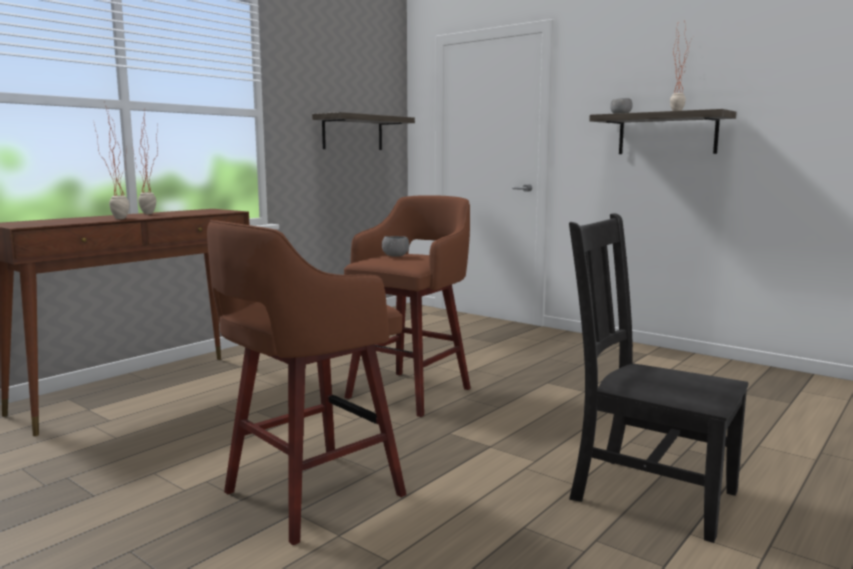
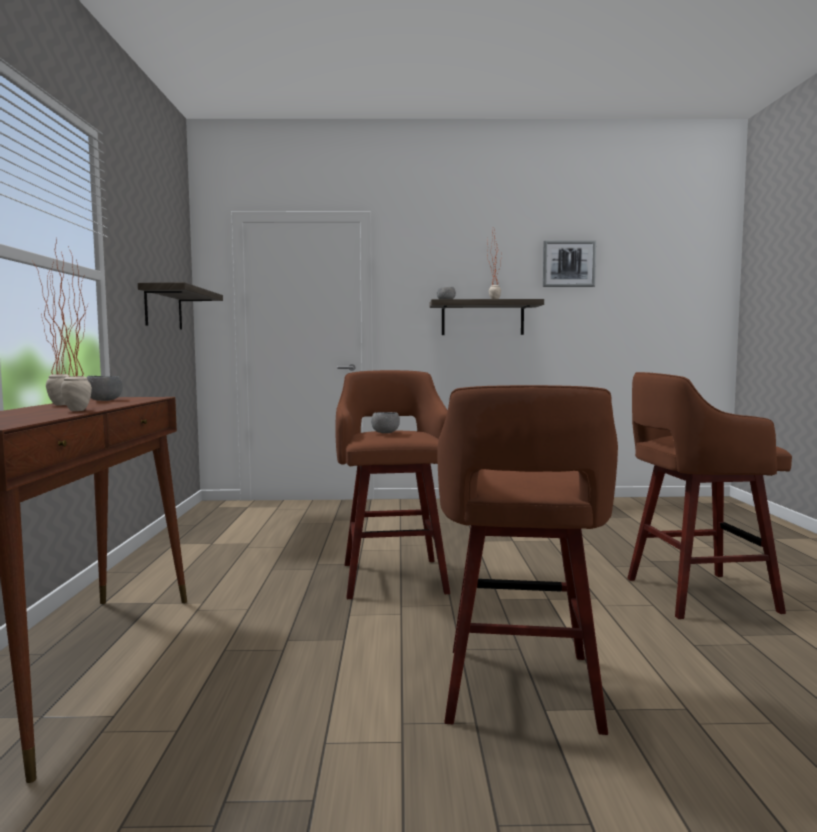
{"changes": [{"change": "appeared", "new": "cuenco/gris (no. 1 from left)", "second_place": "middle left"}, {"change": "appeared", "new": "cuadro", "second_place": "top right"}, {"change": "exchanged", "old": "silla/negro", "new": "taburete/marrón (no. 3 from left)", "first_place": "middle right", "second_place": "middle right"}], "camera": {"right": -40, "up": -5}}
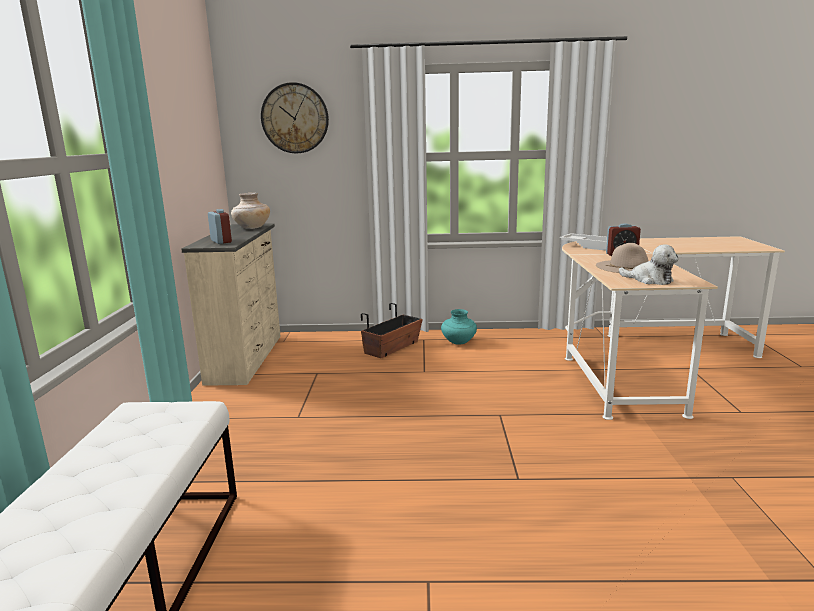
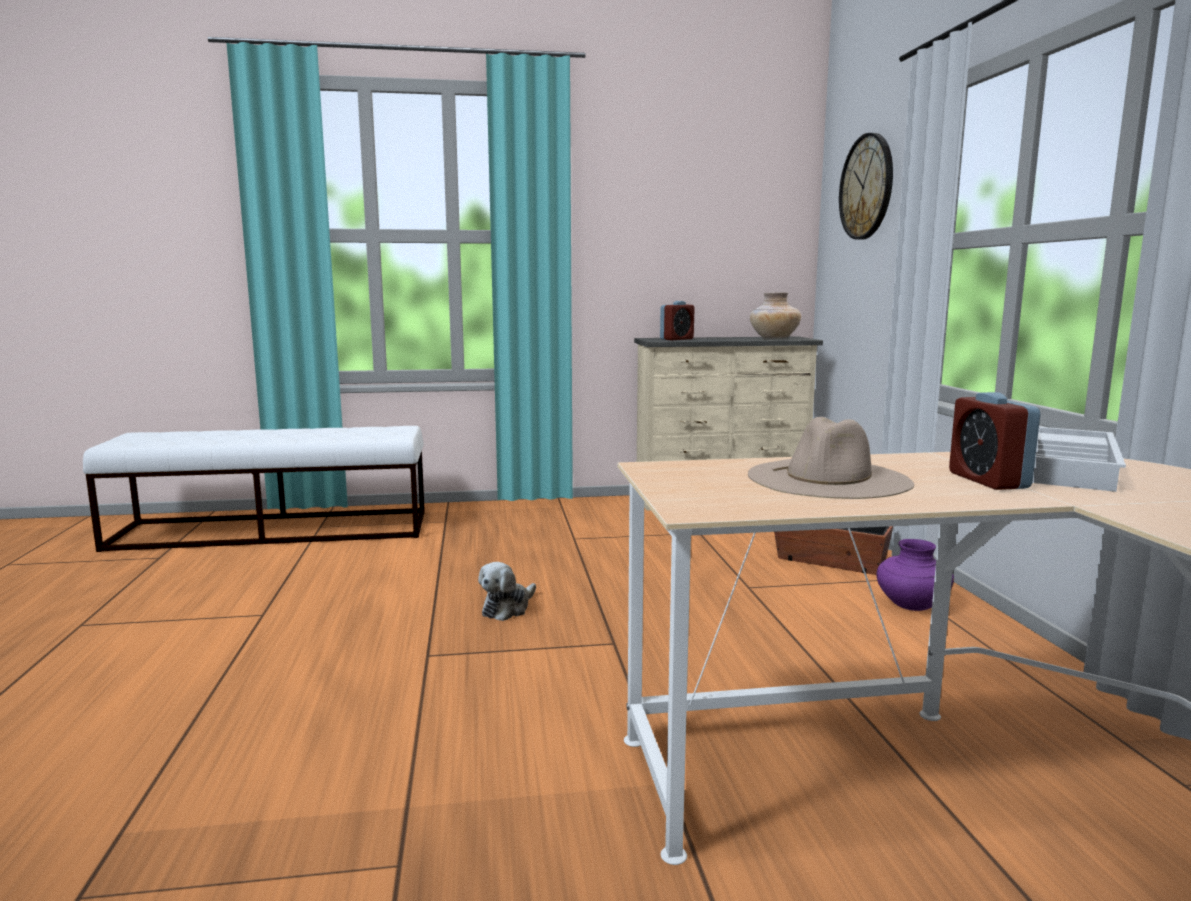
{"changes": [{"change": "relocated", "old": "peluche", "first_place": "middle right", "second_place": "centre"}, {"change": "colour", "old": "florero/turquesa", "new": "florero/morado", "first_place": "centre", "second_place": "middle right"}], "camera": {"right": 80, "up": -5}}
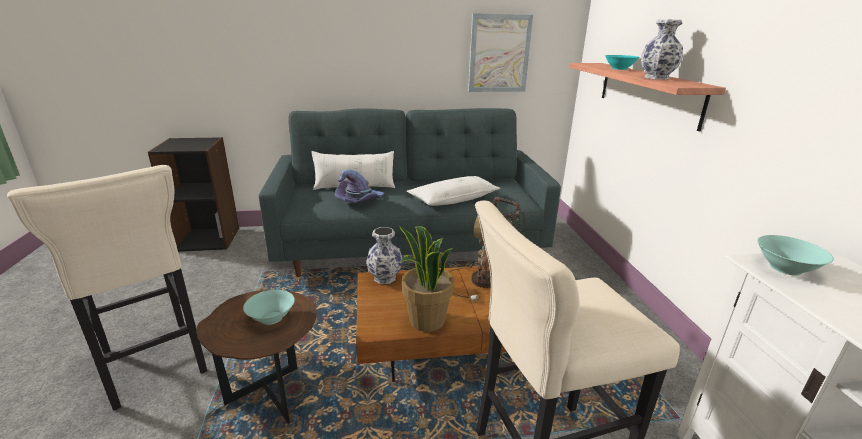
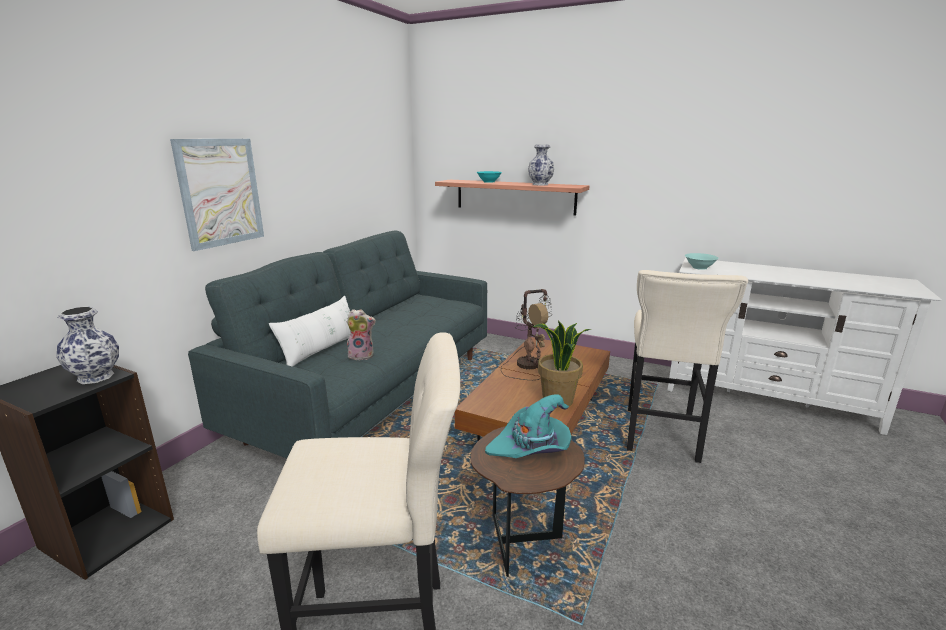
{"changes": [{"change": "relocated", "old": "florero (no. 1 from left)", "first_place": "centre", "second_place": "middle left"}, {"change": "relocated", "old": "cuadro", "first_place": "top centre", "second_place": "top left"}, {"change": "exchanged", "old": "sombrero/morado", "new": "peluche", "first_place": "centre", "second_place": "centre"}, {"change": "exchanged", "old": "cuenco/turquesa (no. 1 from left)", "new": "sombrero/turquesa", "first_place": "bottom left", "second_place": "bottom centre"}, {"change": "missing", "old": "cojín/blanco (no. 2 from left)", "first_place": "centre"}], "camera": {"right": -55, "up": -5}}
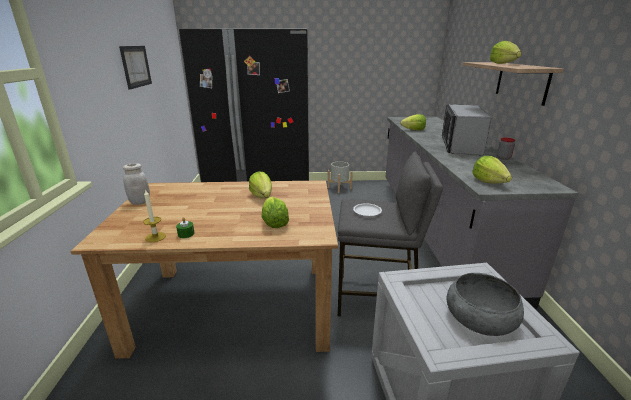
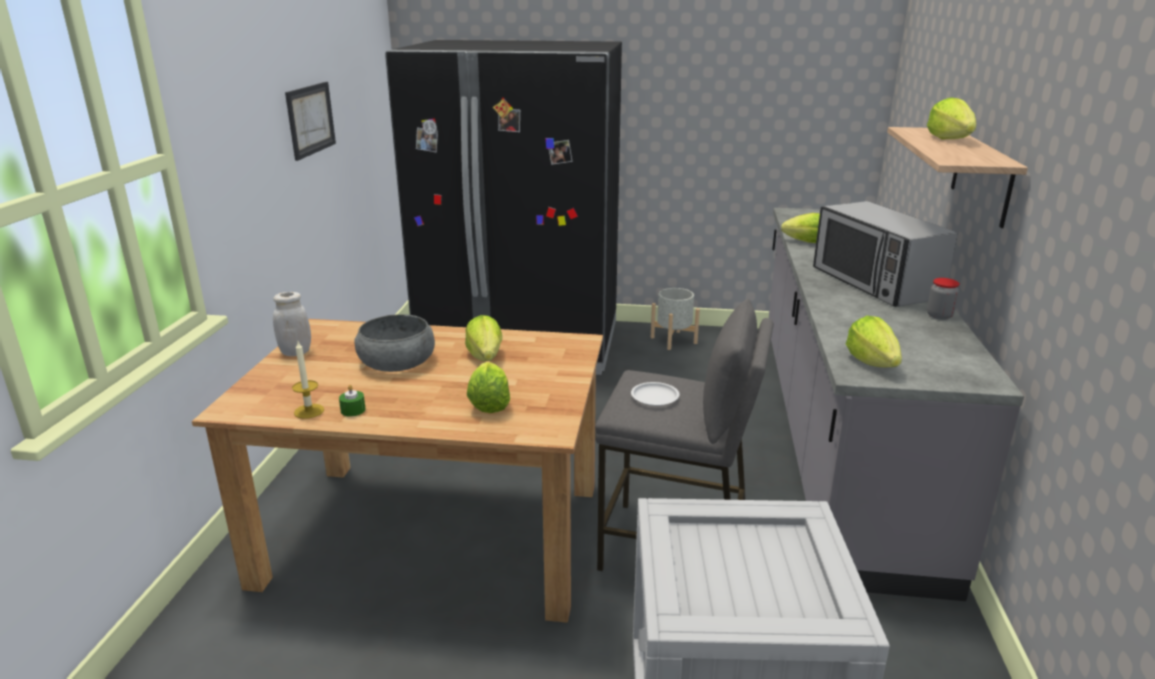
{"changes": [{"change": "relocated", "old": "cuenco/gris", "first_place": "bottom right", "second_place": "centre"}, {"change": "spun", "old": "microondas", "first_place": "top right", "second_place": "middle right", "degrees": -45}], "camera": {"right": 10, "up": 0}}
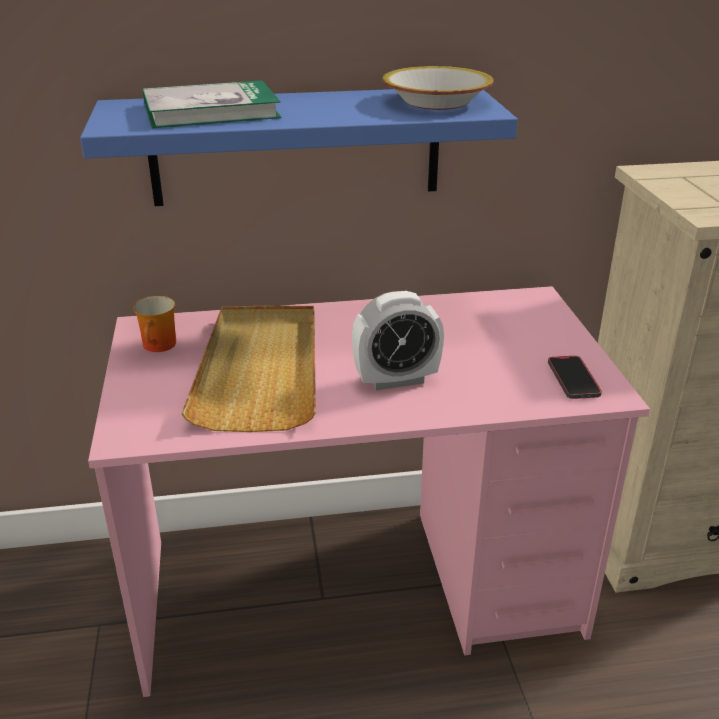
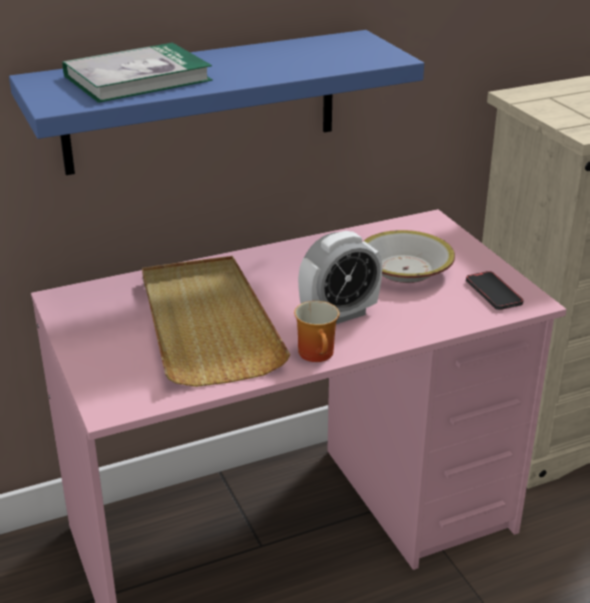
{"changes": [{"change": "relocated", "old": "taza grande", "first_place": "middle left", "second_place": "centre"}, {"change": "relocated", "old": "cuenco", "first_place": "top centre", "second_place": "middle right"}], "camera": {"right": -15, "up": 0}}
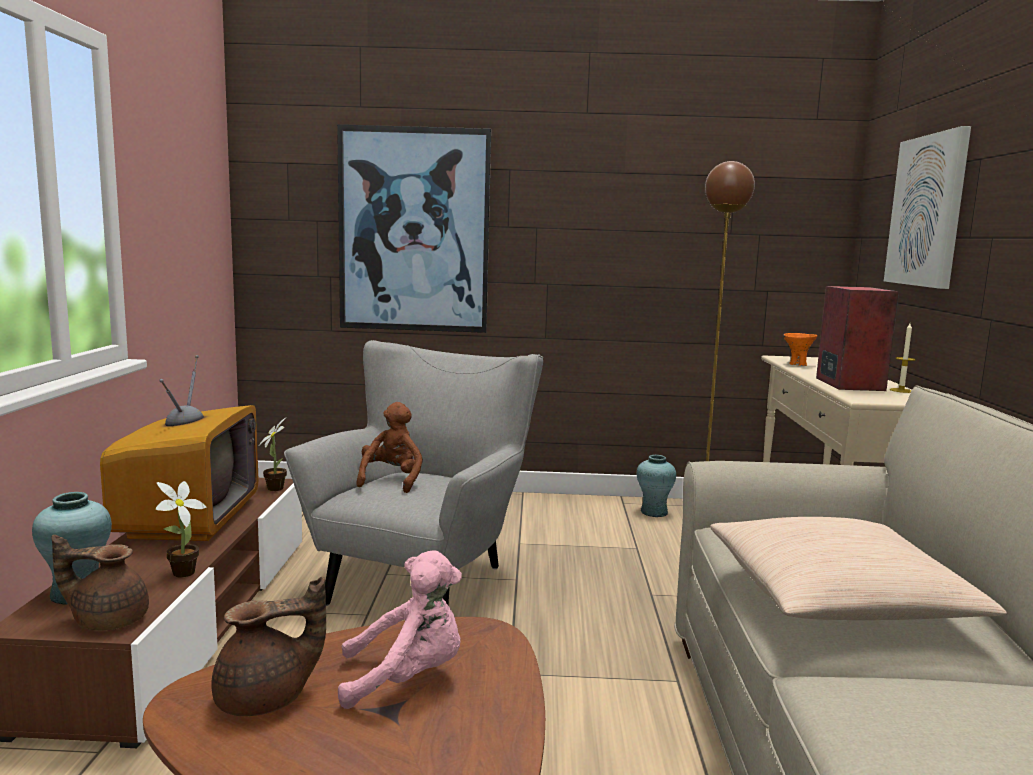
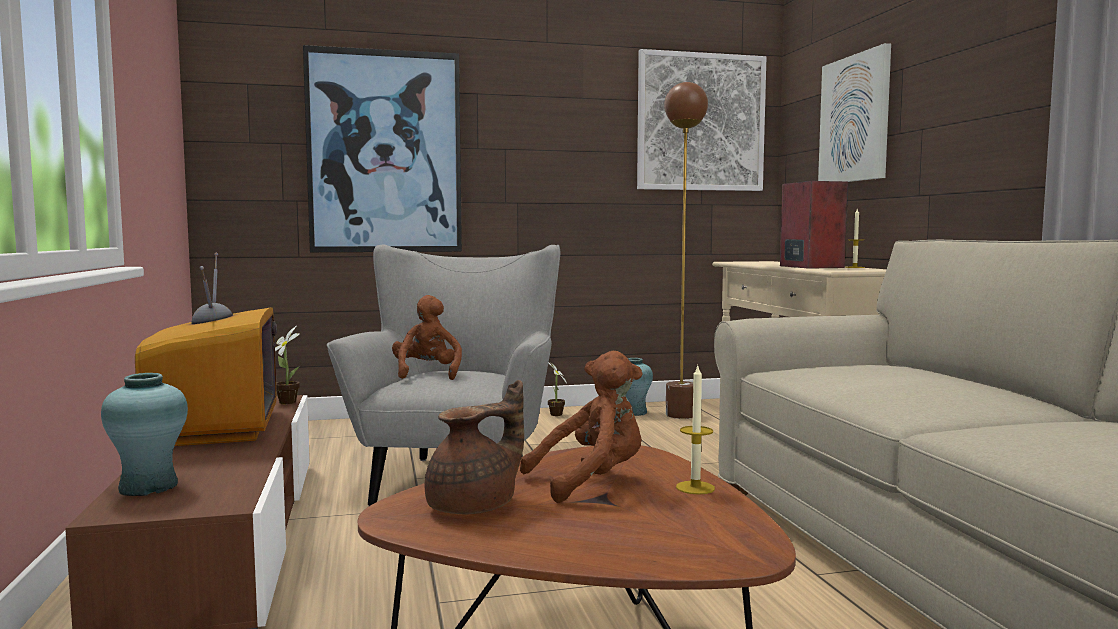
{"changes": [{"change": "colour", "old": "peluche/rosa", "new": "peluche/marrón (no. 2 from left)", "first_place": "bottom centre", "second_place": "bottom centre"}, {"change": "relocated", "old": "planta en maceta (no. 1 from left in the first image)", "new": "planta en maceta (no. 2 from left)", "first_place": "bottom left", "second_place": "centre"}, {"change": "appeared", "new": "cuadro (no. 2 from left)", "second_place": "top centre"}, {"change": "appeared", "new": "vela (no. 1 from left)", "second_place": "bottom centre"}, {"change": "missing", "old": "tetera/marrón (no. 1 from left)", "first_place": "bottom left"}, {"change": "missing", "old": "cojín/beis", "first_place": "bottom right"}, {"change": "missing", "old": "cuenco/naranja", "first_place": "middle right"}], "camera": {"right": -15, "up": -5}}
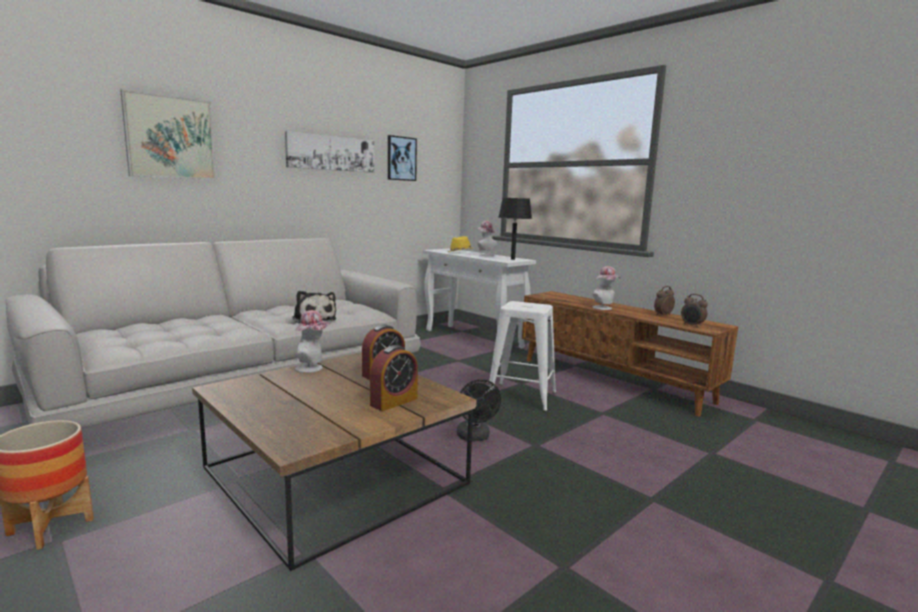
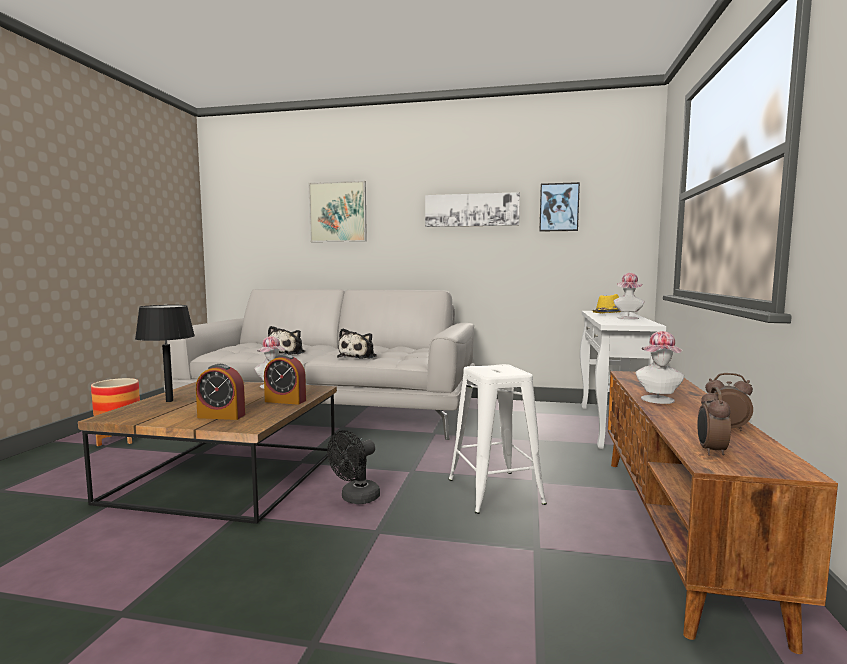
{"changes": [{"change": "relocated", "old": "lámpara de mesa/negro", "first_place": "centre", "second_place": "middle left"}, {"change": "appeared", "new": "peluche (no. 1 from left)", "second_place": "centre"}], "camera": {"right": 55, "up": -5}}
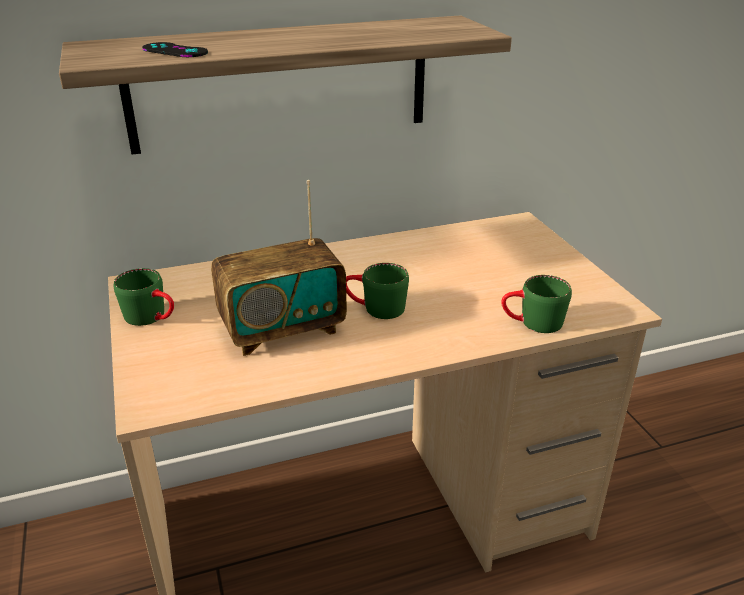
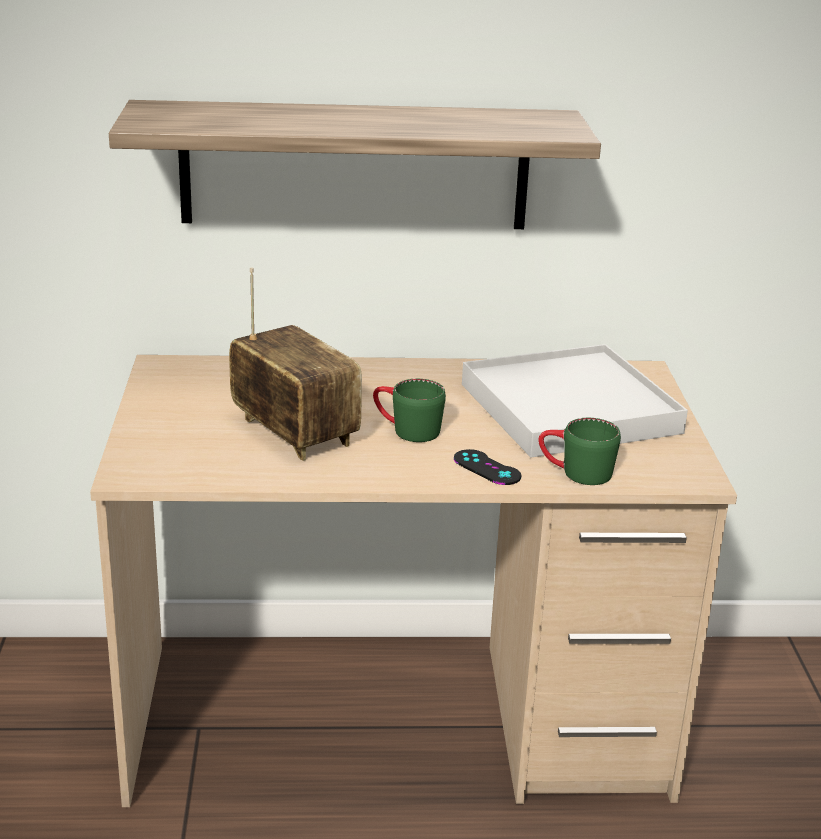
{"changes": [{"change": "spun", "old": "radio", "first_place": "centre", "second_place": "centre", "degrees": -120}, {"change": "relocated", "old": "mando de consola/negro", "first_place": "top left", "second_place": "centre"}, {"change": "appeared", "new": "bandeja/blanco", "second_place": "middle right"}, {"change": "missing", "old": "taza grande/verde (no. 1 from left)", "first_place": "middle left"}], "camera": {"right": 15, "up": -5}}
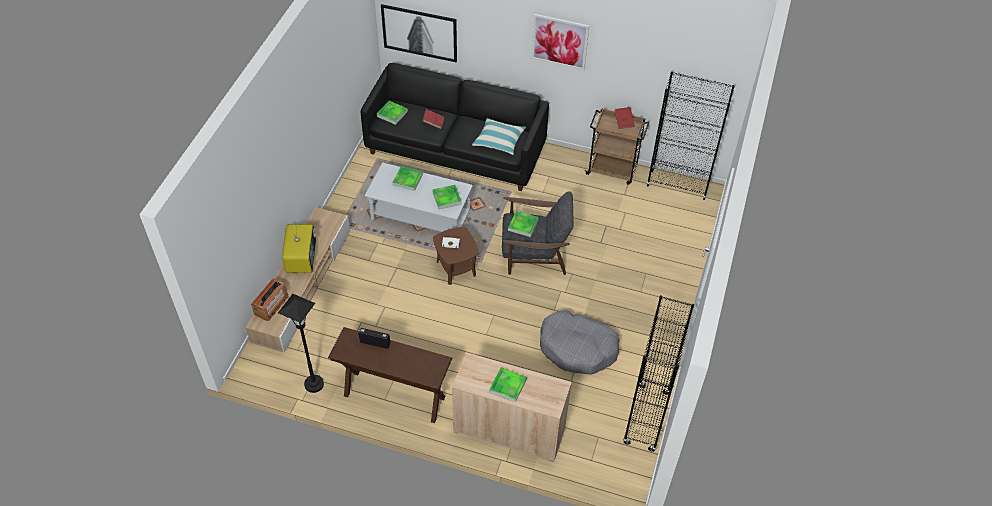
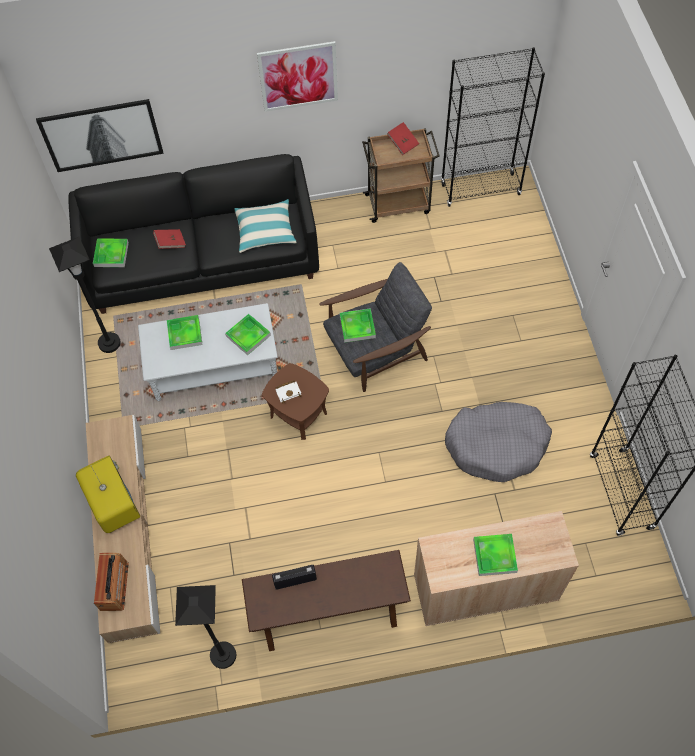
{"changes": [{"change": "appeared", "new": "lámpara de pie/negro (no. 1 from left)", "second_place": "middle left"}], "camera": {"right": -25, "up": 10}}
